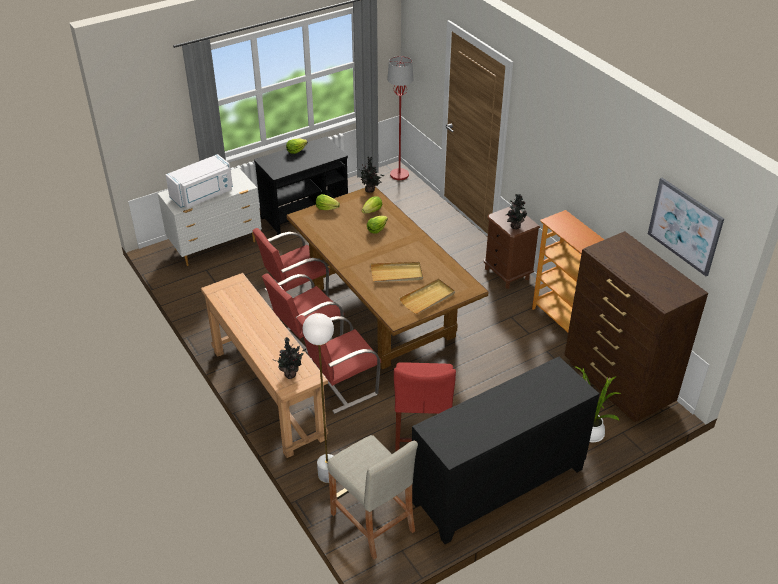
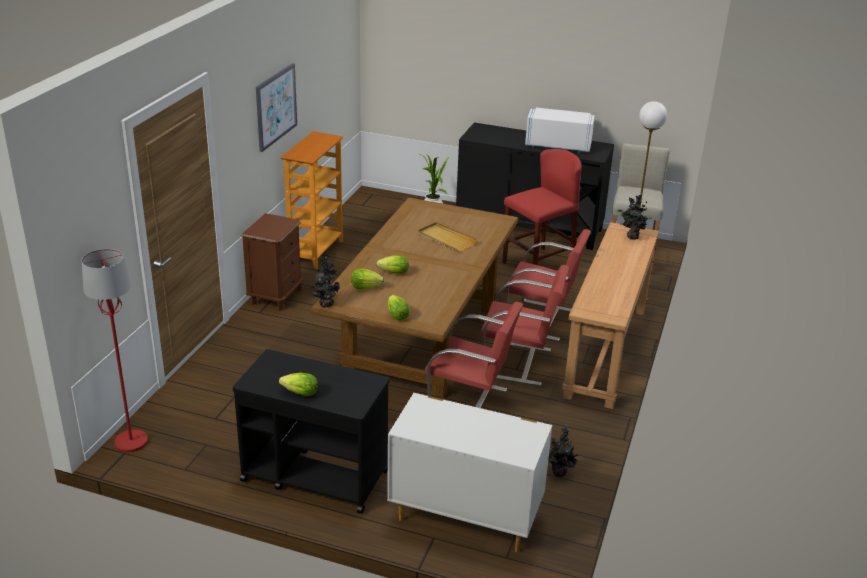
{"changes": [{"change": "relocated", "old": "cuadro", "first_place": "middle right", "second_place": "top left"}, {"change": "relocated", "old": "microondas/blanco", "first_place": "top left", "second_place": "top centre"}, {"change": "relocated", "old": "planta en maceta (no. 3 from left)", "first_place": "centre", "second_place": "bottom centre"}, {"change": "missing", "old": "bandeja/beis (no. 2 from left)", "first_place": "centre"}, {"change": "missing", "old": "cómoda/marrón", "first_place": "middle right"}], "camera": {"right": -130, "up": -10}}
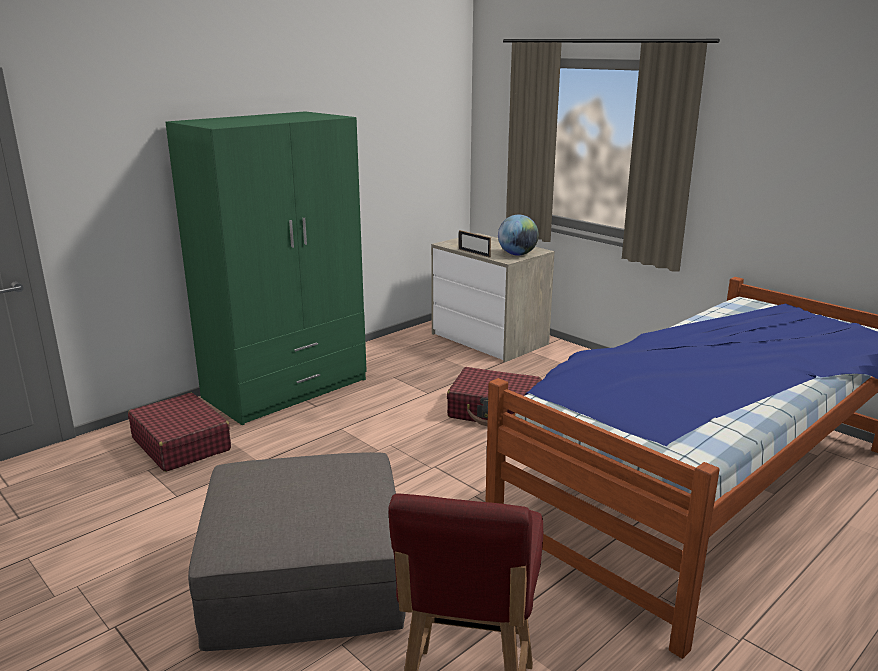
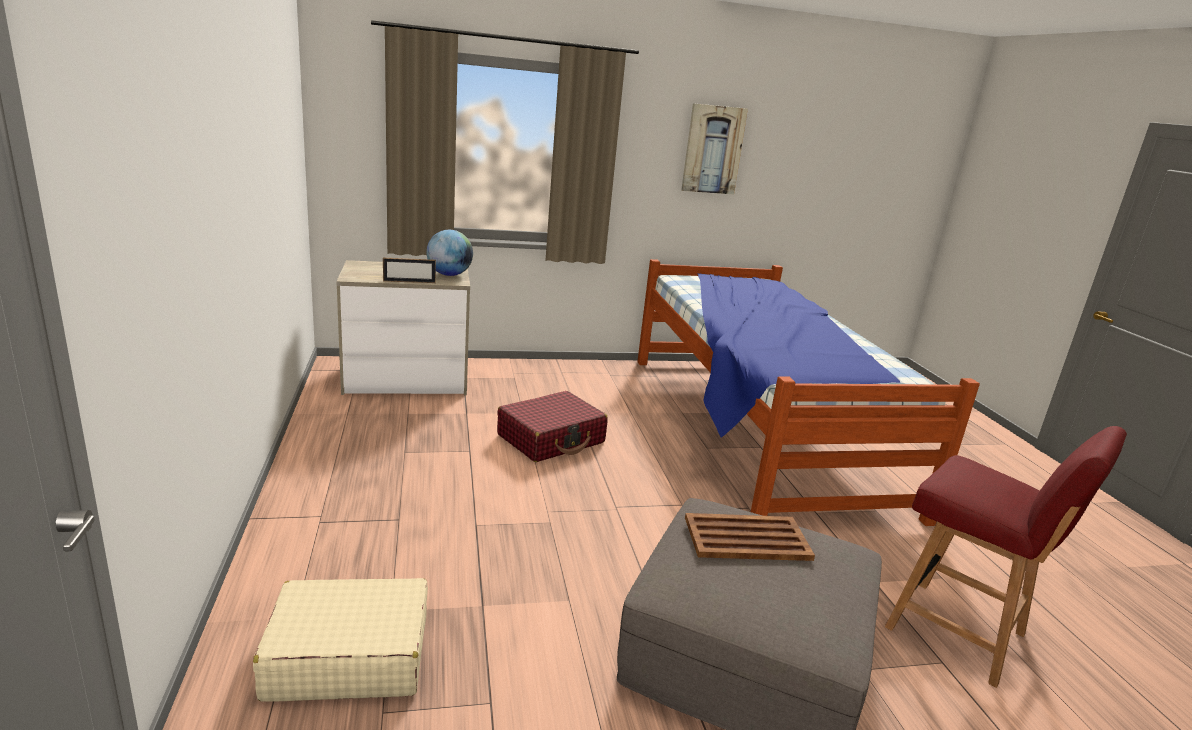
{"changes": [{"change": "colour", "old": "maleta/rojo (no. 1 from left)", "new": "maleta/beis", "first_place": "middle left", "second_place": "bottom left"}, {"change": "appeared", "new": "cuadro", "second_place": "top centre"}, {"change": "appeared", "new": "bandeja/marrón", "second_place": "bottom centre"}, {"change": "missing", "old": "armario ropero/verde", "first_place": "middle left"}], "camera": {"right": -60, "up": 0}}
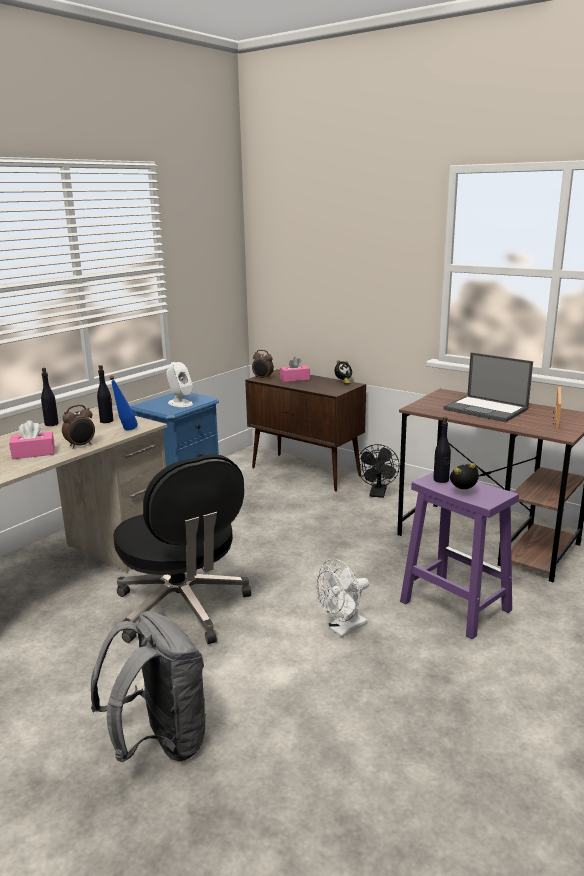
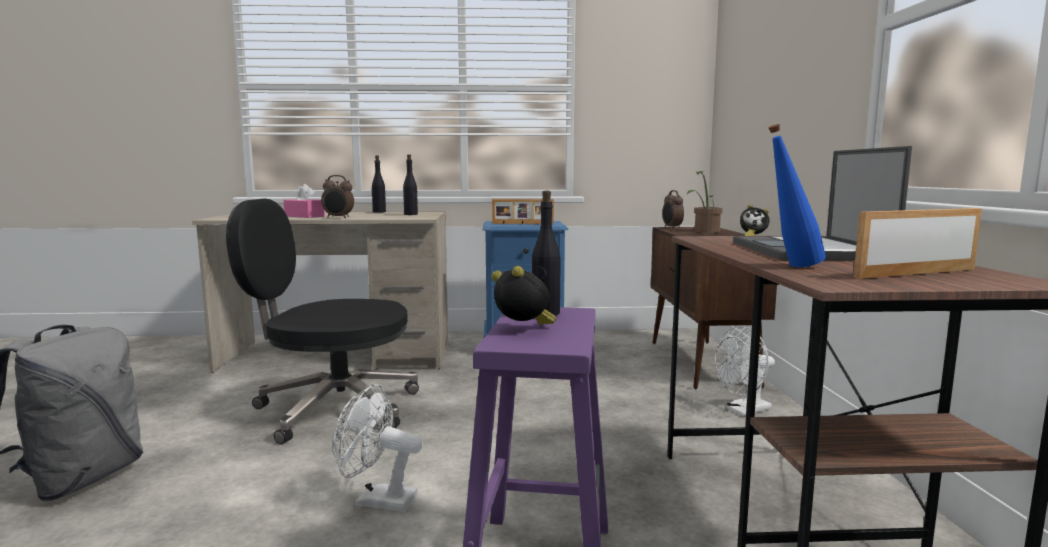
{"changes": [{"change": "spun", "old": "silla de oficina/negro", "first_place": "middle left", "second_place": "middle left", "degrees": 75}, {"change": "exchanged", "old": "altavoz/blanco", "new": "portarretratos (no. 1 from left)", "first_place": "middle left", "second_place": "centre"}, {"change": "exchanged", "old": "caja de pañuelos/rosa (no. 2 from left)", "new": "planta en maceta", "first_place": "centre", "second_place": "middle right"}, {"change": "colour", "old": "ventilador/negro", "new": "ventilador/blanco (no. 2 from left)", "first_place": "centre", "second_place": "bottom right"}, {"change": "relocated", "old": "botella/azul", "first_place": "middle left", "second_place": "middle right"}], "camera": {"right": 50, "up": -10}}
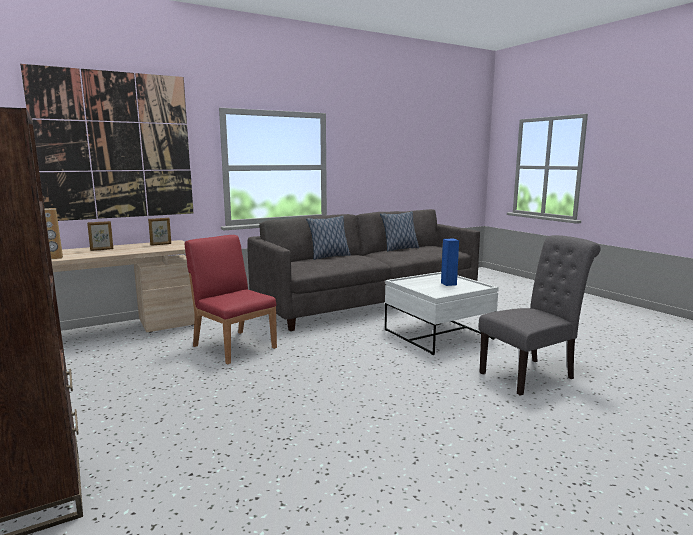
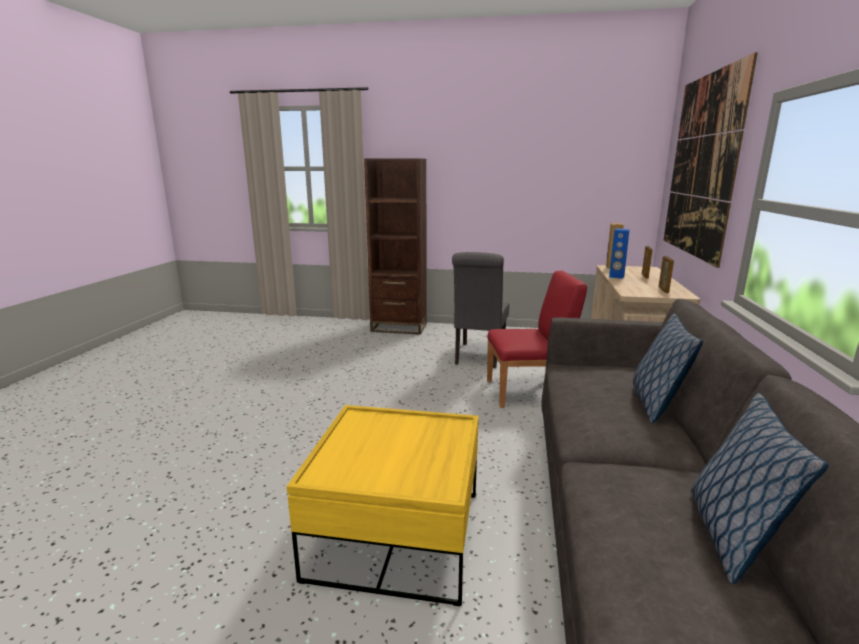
{"changes": [{"change": "colour", "old": "mesa de centro/blanco", "new": "mesa de centro/amarillo", "first_place": "centre", "second_place": "bottom centre"}, {"change": "relocated", "old": "silla/gris", "first_place": "middle right", "second_place": "centre"}, {"change": "relocated", "old": "altavoz/azul", "first_place": "centre", "second_place": "middle right"}], "camera": {"right": 130, "up": 5}}
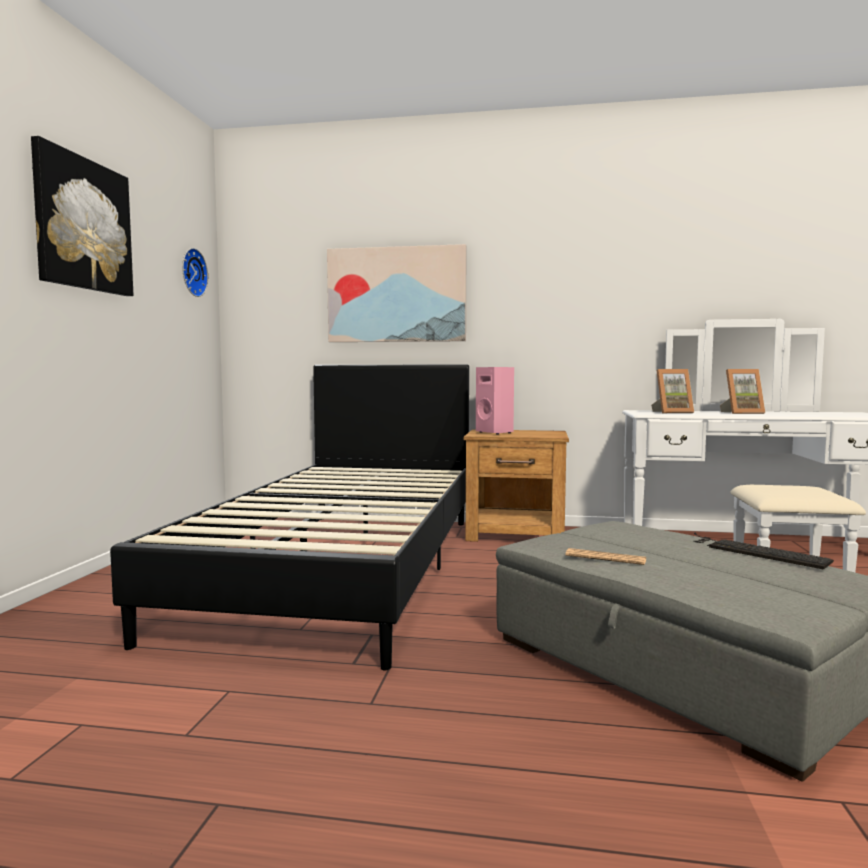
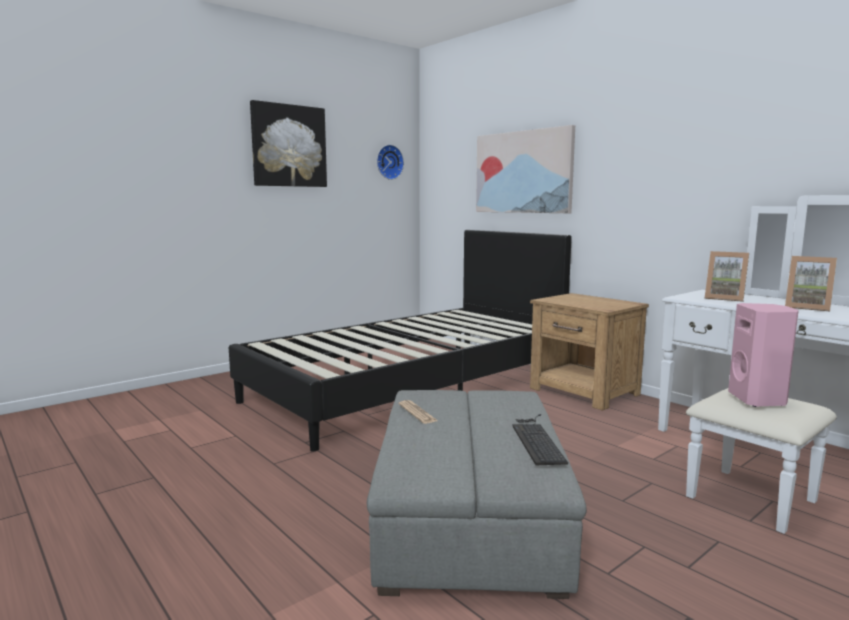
{"changes": [{"change": "relocated", "old": "altavoz/rosa", "first_place": "centre", "second_place": "middle right"}], "camera": {"right": 40, "up": 5}}
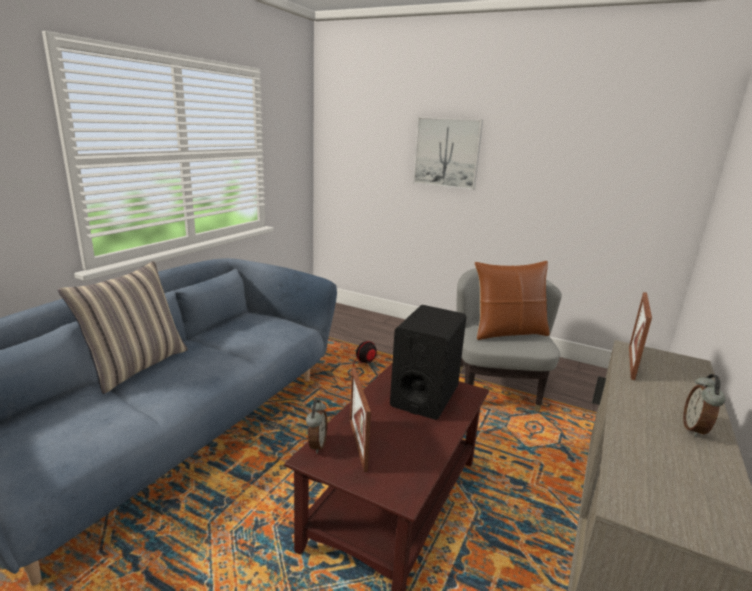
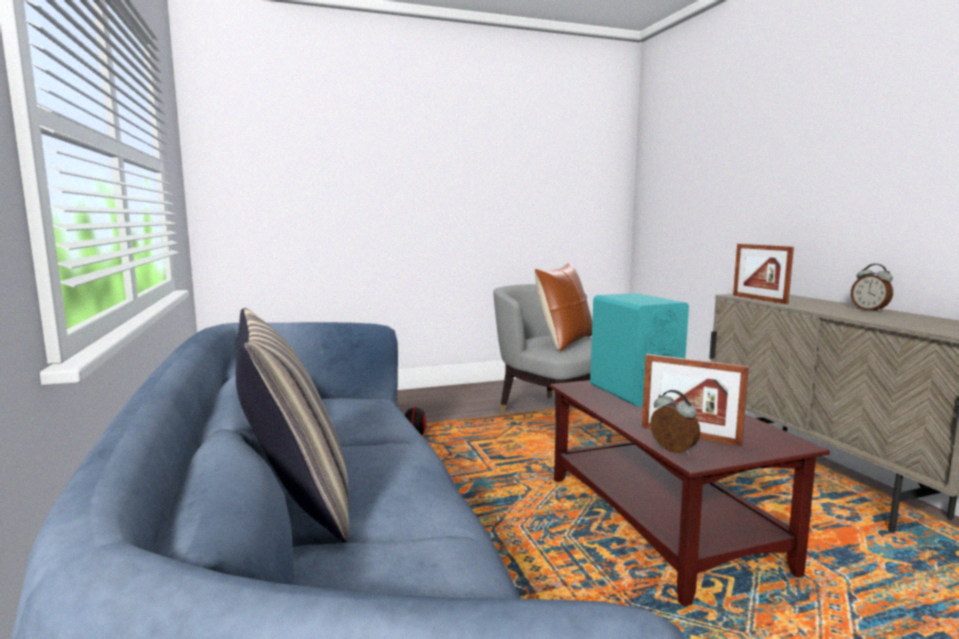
{"changes": [{"change": "colour", "old": "altavoz/negro", "new": "altavoz/turquesa", "first_place": "centre", "second_place": "centre"}, {"change": "missing", "old": "cuadro", "first_place": "top centre"}], "camera": {"right": -45, "up": -10}}
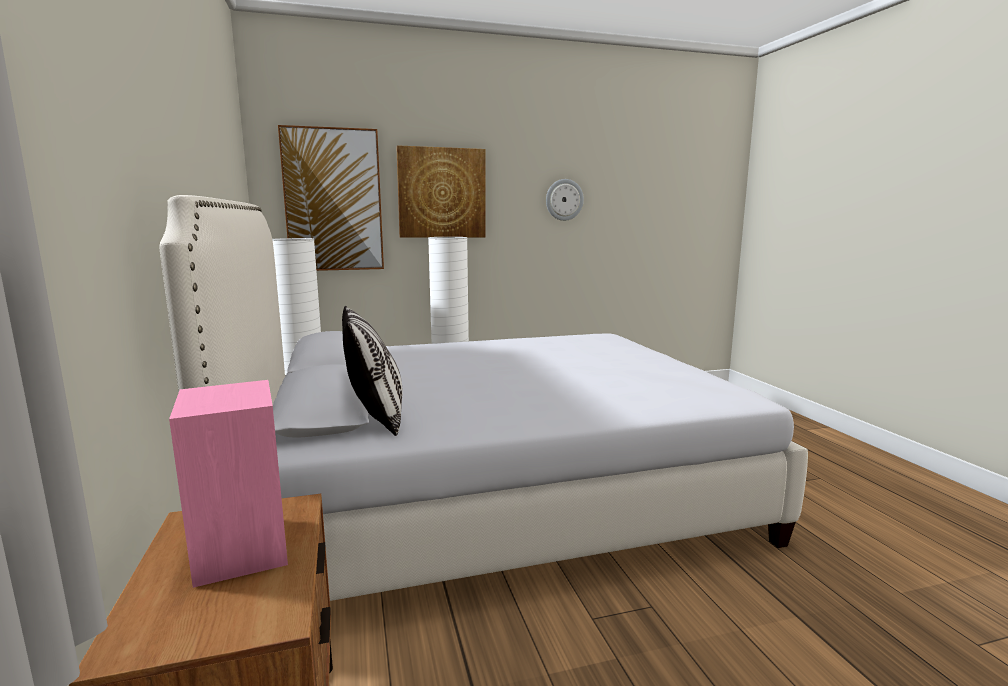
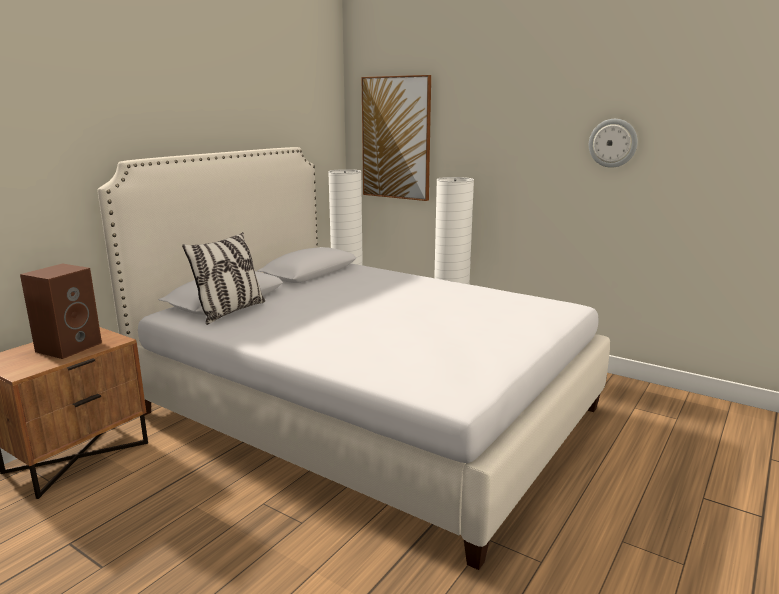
{"changes": [{"change": "colour", "old": "altavoz/rosa", "new": "altavoz/marrón", "first_place": "bottom left", "second_place": "middle left"}, {"change": "missing", "old": "cuadro (no. 2 from left)", "first_place": "top centre"}], "camera": {"right": 50, "up": 5}}
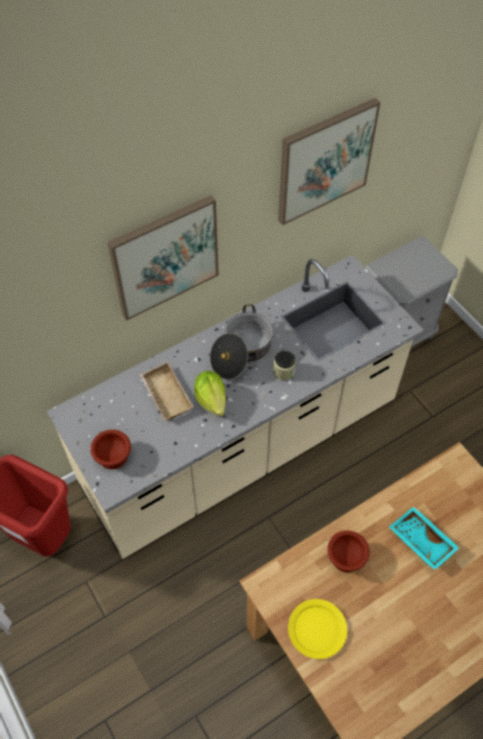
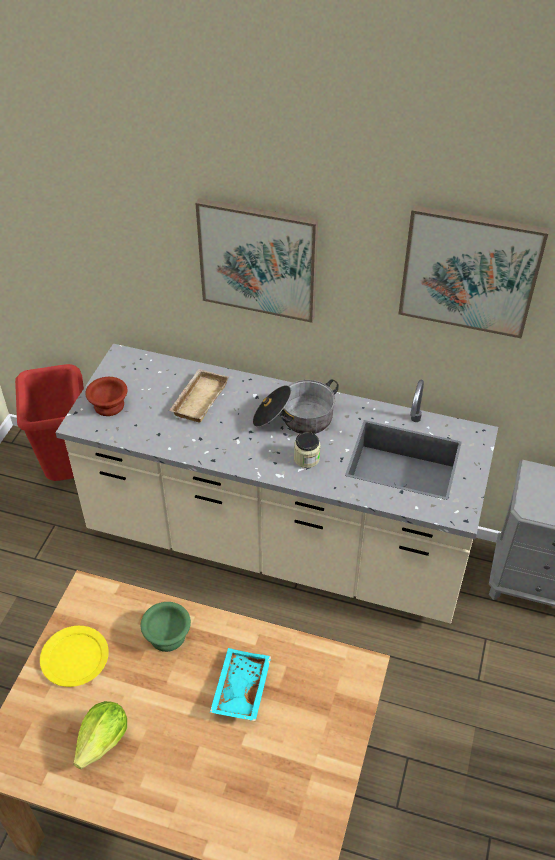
{"changes": [{"change": "relocated", "old": "lechuga", "first_place": "centre", "second_place": "bottom left"}, {"change": "colour", "old": "cuenco/marrón (no. 2 from left)", "new": "cuenco/verde", "first_place": "bottom right", "second_place": "bottom left"}], "camera": {"right": 50, "up": -10}}
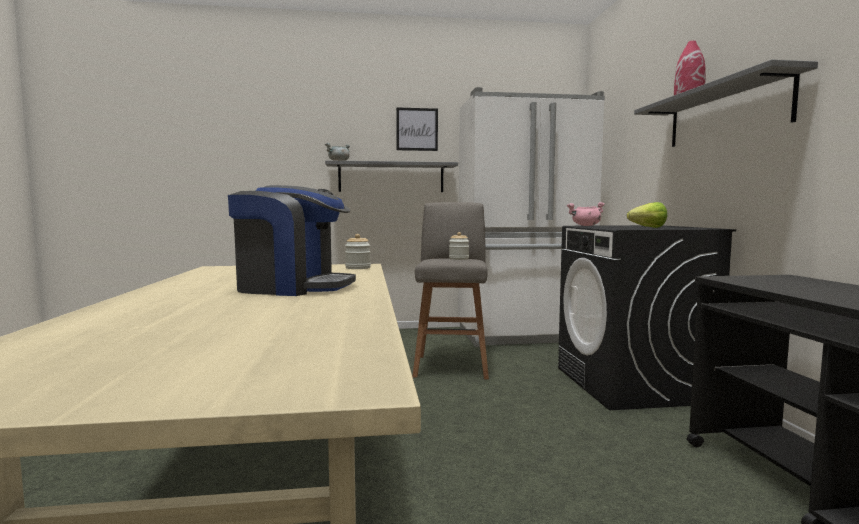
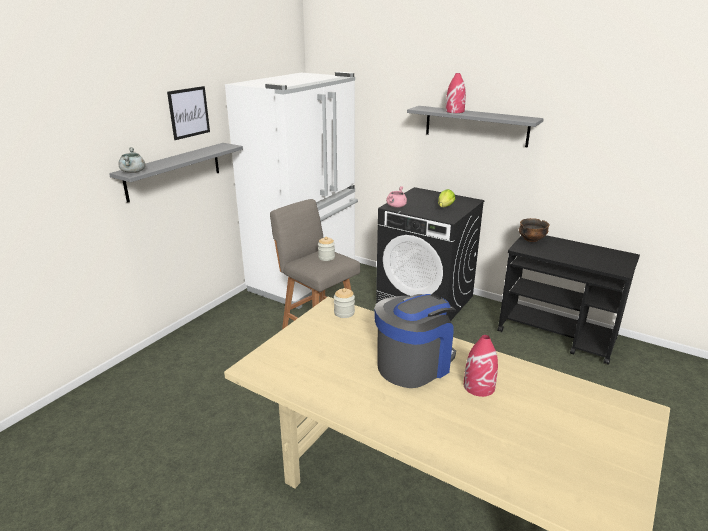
{"changes": [{"change": "appeared", "new": "florero/rojo (no. 2 from left)", "second_place": "bottom right"}, {"change": "appeared", "new": "cuenco", "second_place": "middle right"}], "camera": {"right": -50, "up": 20}}
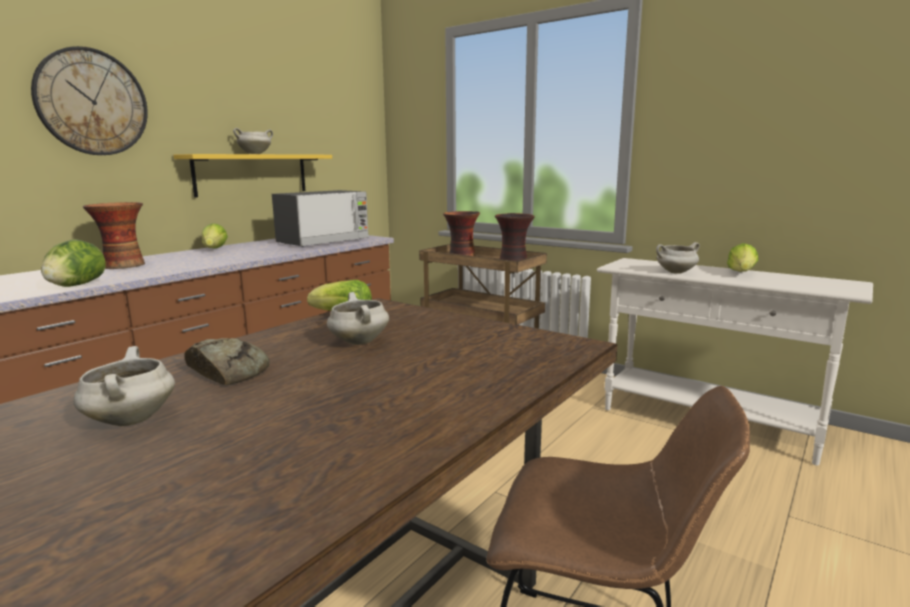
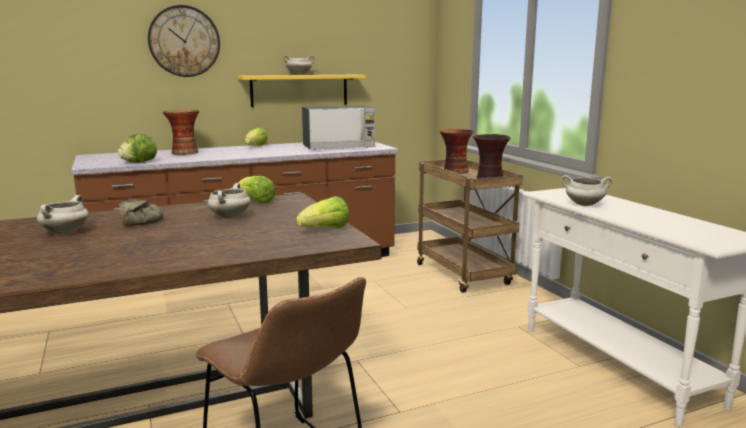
{"changes": [{"change": "relocated", "old": "lechuga (no. 4 from left)", "first_place": "middle right", "second_place": "centre"}], "camera": {"right": 30, "up": 0}}
